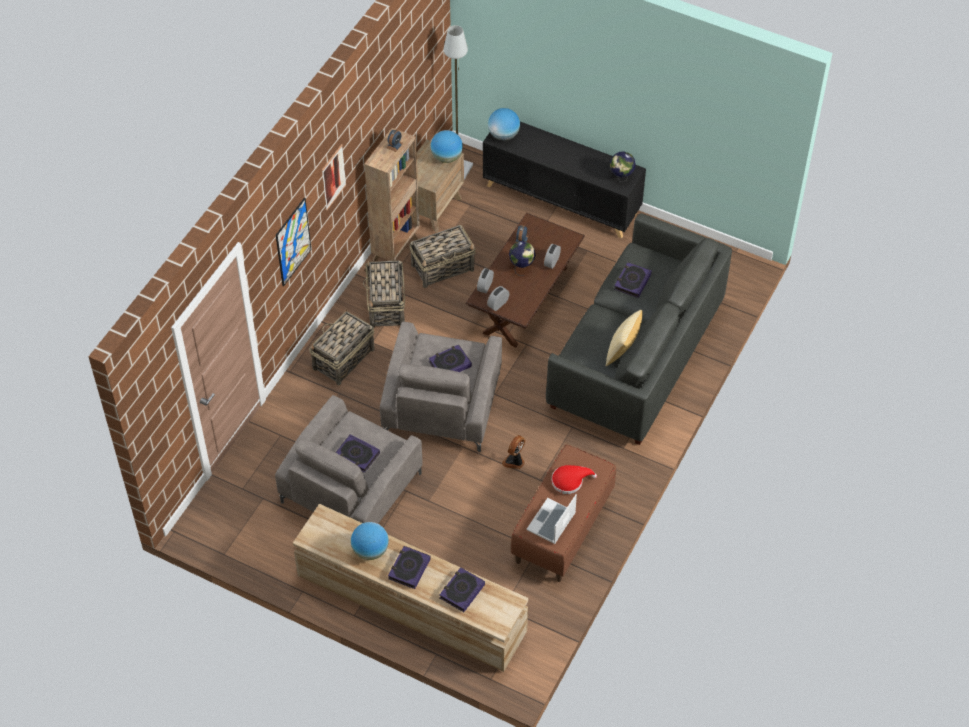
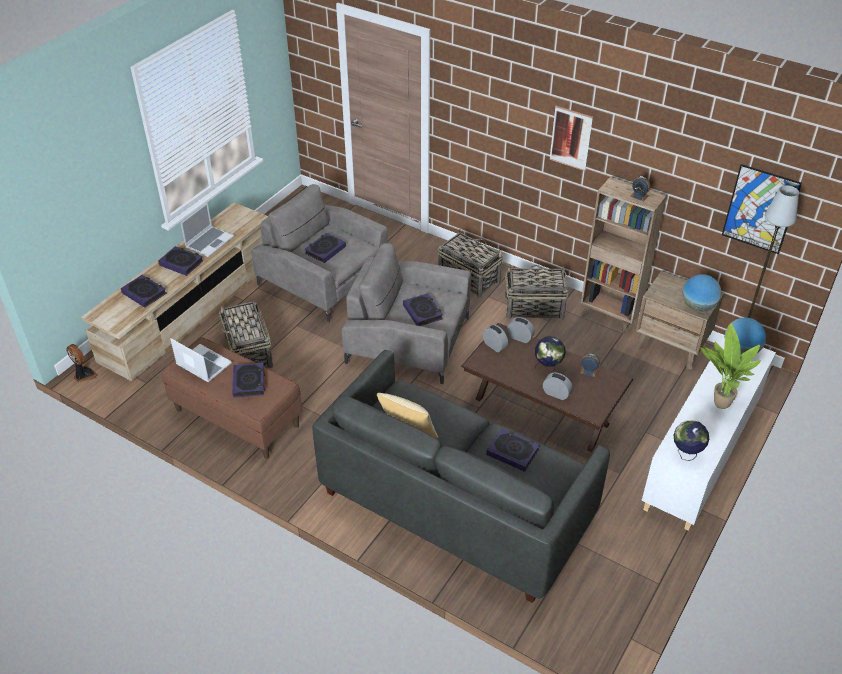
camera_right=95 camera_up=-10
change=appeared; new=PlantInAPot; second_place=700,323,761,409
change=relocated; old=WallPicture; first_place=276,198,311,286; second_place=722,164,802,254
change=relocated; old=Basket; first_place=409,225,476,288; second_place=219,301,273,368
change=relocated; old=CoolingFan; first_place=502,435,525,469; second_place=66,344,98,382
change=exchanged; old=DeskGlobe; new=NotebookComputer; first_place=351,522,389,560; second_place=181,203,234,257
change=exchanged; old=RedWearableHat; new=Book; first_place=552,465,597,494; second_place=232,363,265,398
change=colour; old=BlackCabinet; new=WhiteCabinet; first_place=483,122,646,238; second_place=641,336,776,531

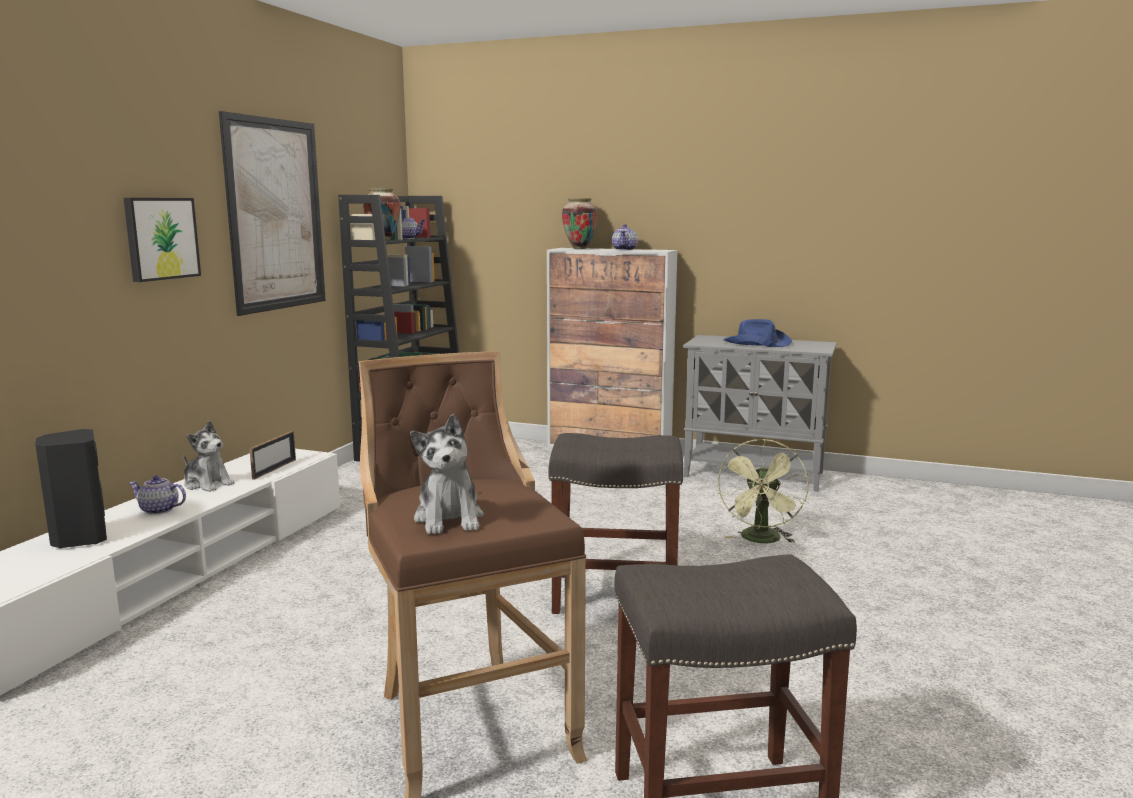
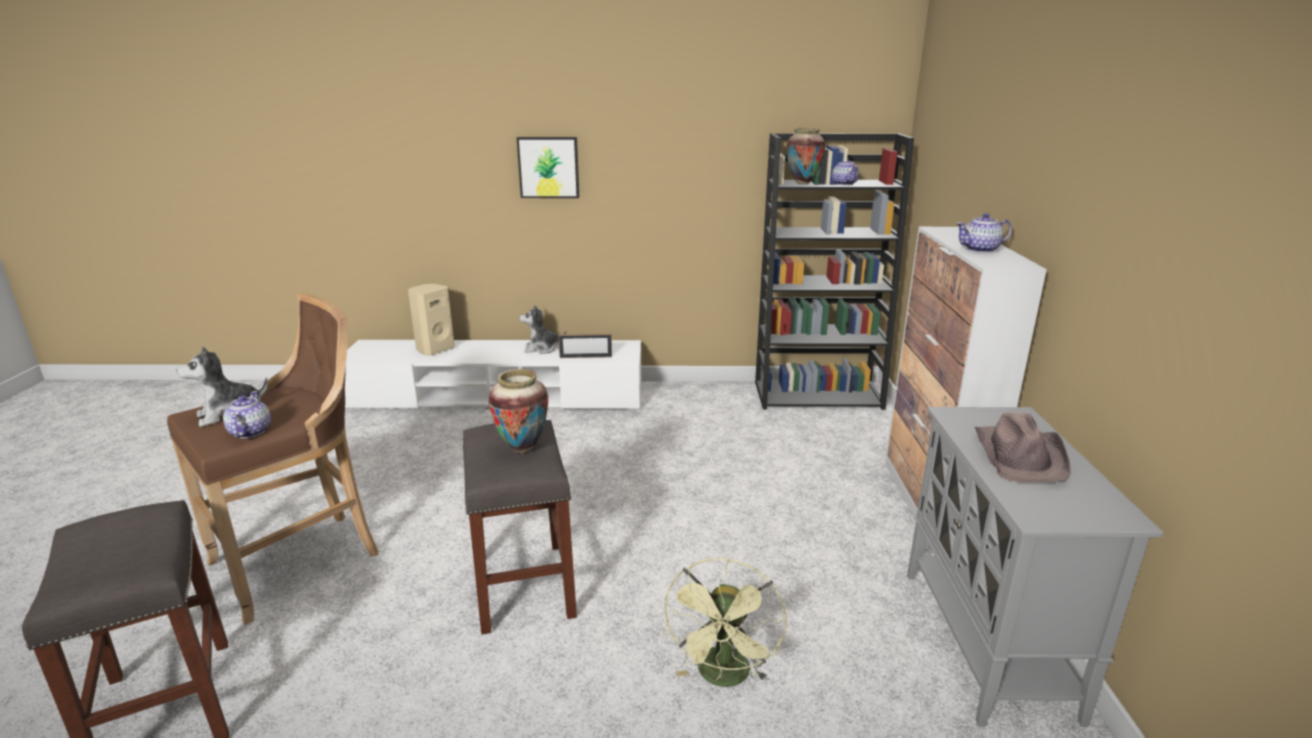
camera_right=70 camera_up=10
change=missing; old=WallPicture; first_place=219,111,326,316
change=relocated; old=TeaPot; first_place=129,475,186,515; second_place=223,391,271,438
change=relocated; old=DecorativeVase; first_place=562,198,598,249; second_place=489,369,548,453
change=colour; old=BlackAudioSpeaker; new=BeigeColouredAudioSpeaker; first_place=35,429,107,549; second_place=408,284,455,356
change=colour; old=BluishWearableHat; new=BrownishWearableHat; first_place=723,319,792,347; second_place=975,412,1070,483
change=spun; old=PlushToy; first_place=184,421,235,492; second_place=519,305,566,354; degrees=75
change=spun; old=GreenCoolingFan; first_place=718,439,809,543; second_place=663,558,787,687; degrees=-75

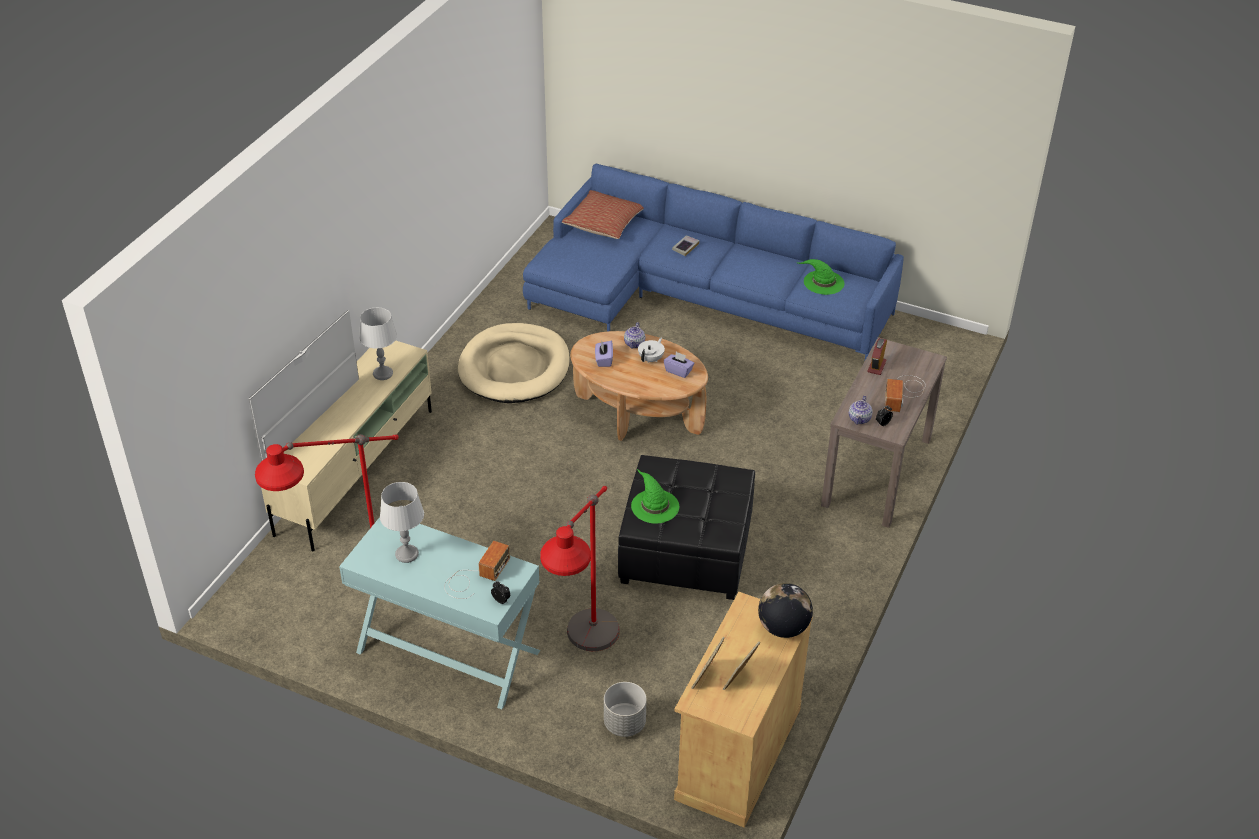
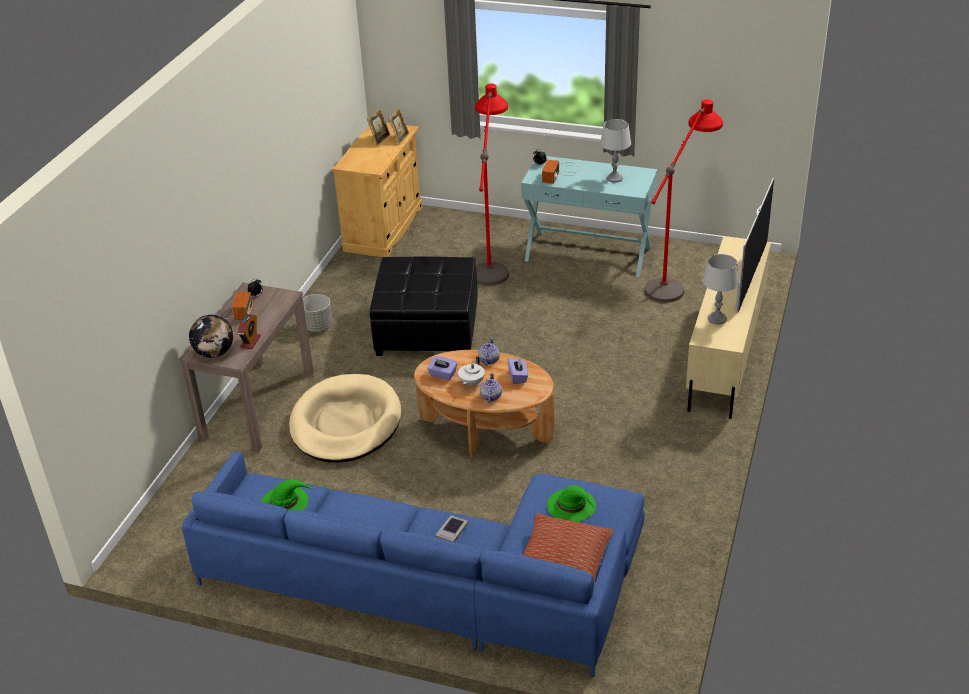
camera_right=175 camera_up=-5
change=relocated; old=BeigeColouredPetBed; first_place=458,323,570,403; second_place=289,374,401,463
change=relocated; old=GrayPlanter; first_place=604,682,647,737; second_place=303,294,333,332
change=relocated; old=GreenWearableHat; first_place=631,469,679,524; second_place=547,485,596,522
change=relocated; old=DeskGlobe; first_place=758,583,813,638; second_place=189,315,233,358
change=relocated; old=TeaPot; first_place=849,396,873,424; second_place=478,338,500,366

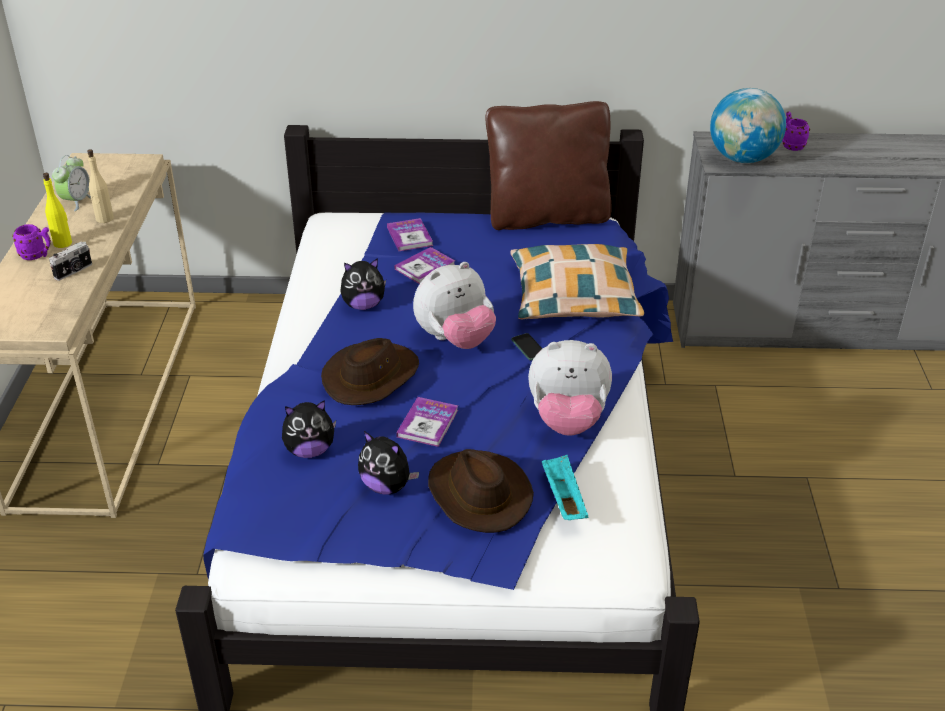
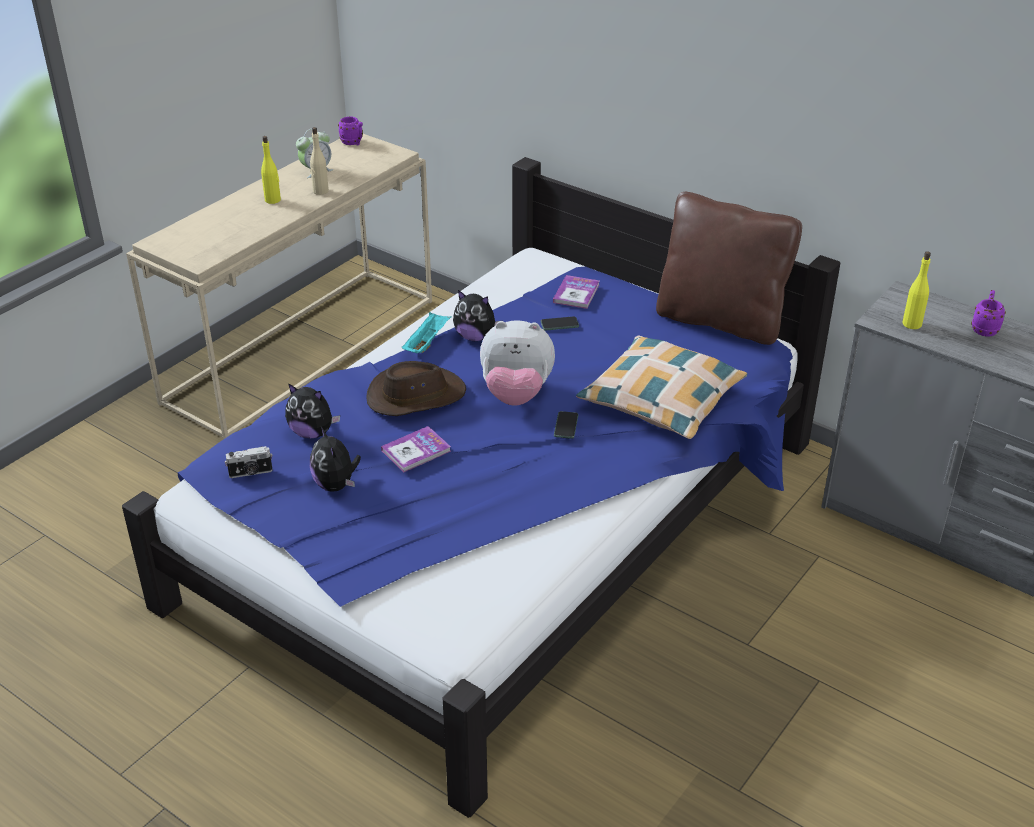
camera_right=35 camera_up=0
change=missing; old=BrownishWearableHat; first_place=428,449,534,533
change=missing; old=PlushToy; first_place=528,340,612,436
change=relocated; old=PurplishMug; first_place=12,224,51,260; second_place=338,116,363,146
change=relocated; old=PhotoCamera; first_place=49,241,92,281; second_place=225,446,273,478
change=relocated; old=BlueGreenTray; first_place=542,455,588,520; second_place=402,312,452,353
change=exchanged; old=Book; new=Phone; first_place=394,247,455,284; second_place=541,316,579,331
change=exchanged; old=DeskGlobe; new=YellowColouredBottle; first_place=710,88,786,163; second_place=903,251,931,329

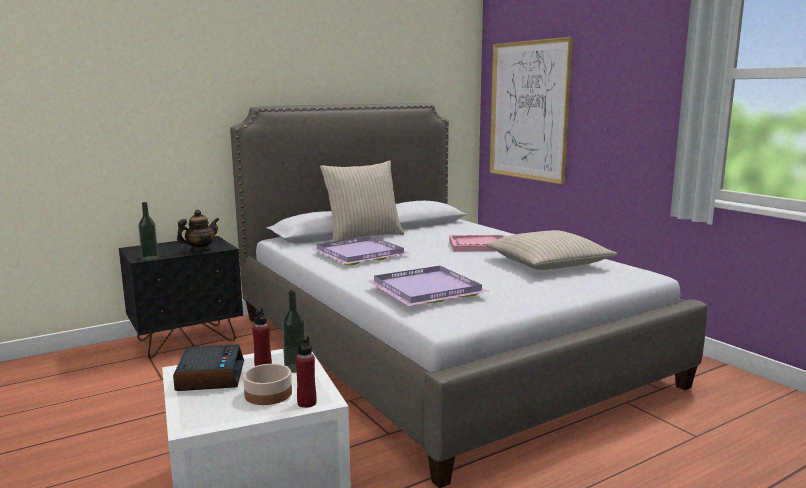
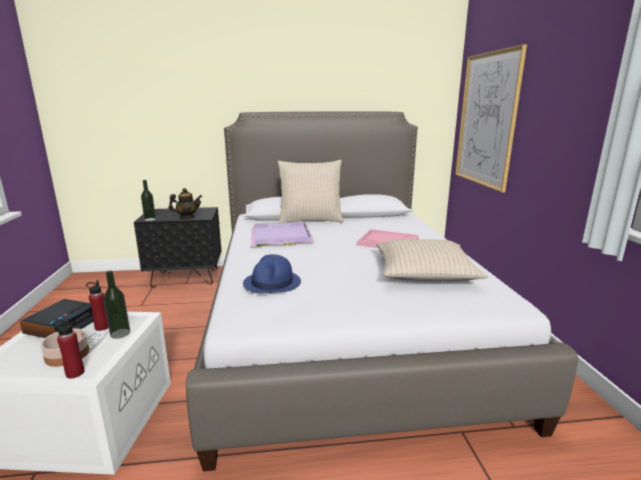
camera_right=25 camera_up=5
change=exchanged; old=PurplishTray; new=BluishWearableHat; first_place=368,266,489,306; second_place=243,254,301,294

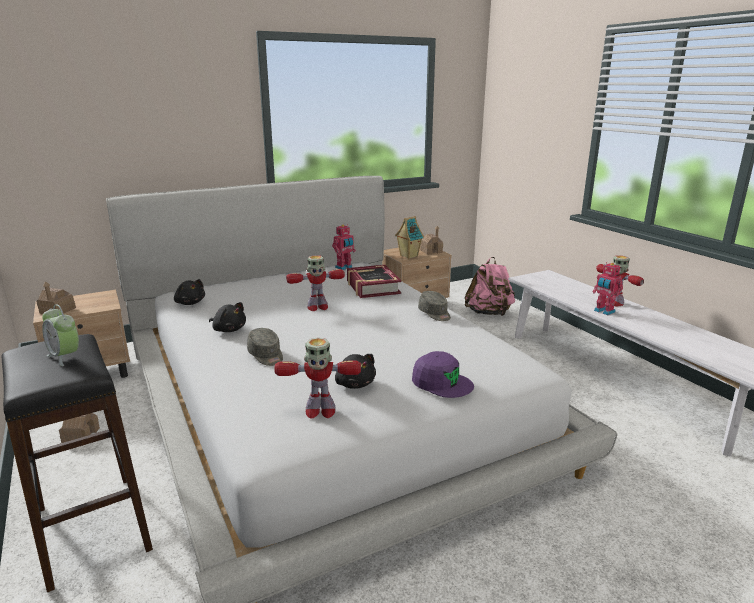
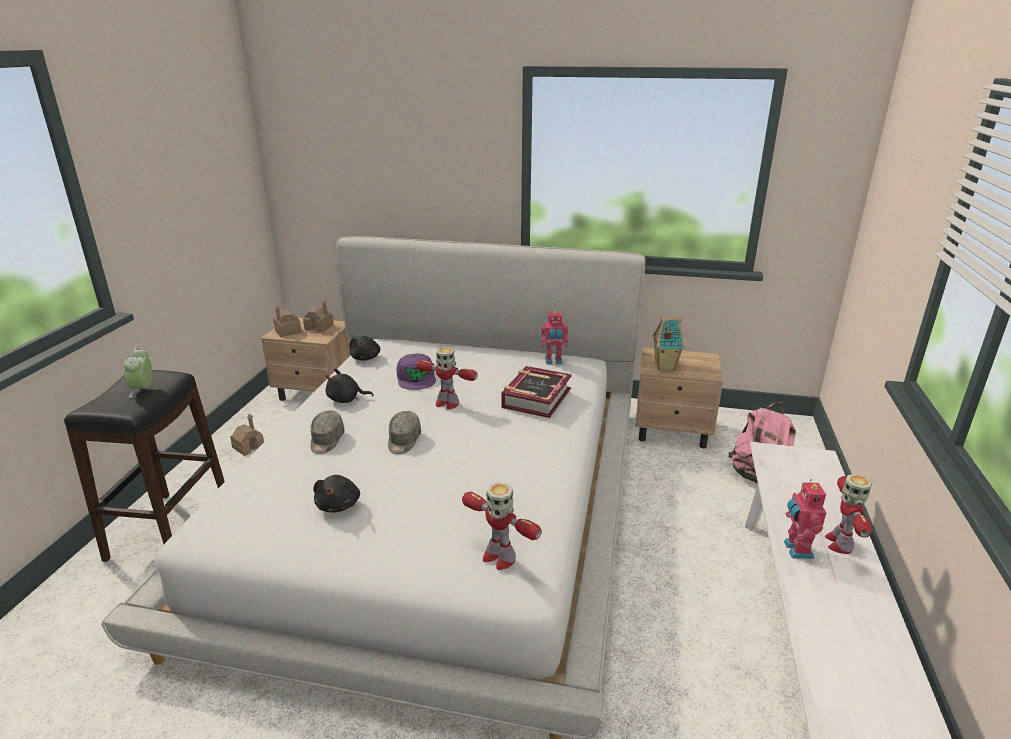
camera_right=40 camera_up=5
change=relocated; old=ModelRobot; first_place=274,338,361,419; second_place=462,482,542,570
change=relocated; old=PurplishCap; first_place=412,351,474,398; second_place=396,354,436,390
change=relocated; old=GrayCap; first_place=418,291,451,321; second_place=388,411,421,454
change=relocated; old=ModelHouse; first_place=420,226,443,255; second_place=303,299,334,332
change=spun; old=BlackPlushToy; first_place=209,302,246,332; second_place=325,369,374,403; degrees=105

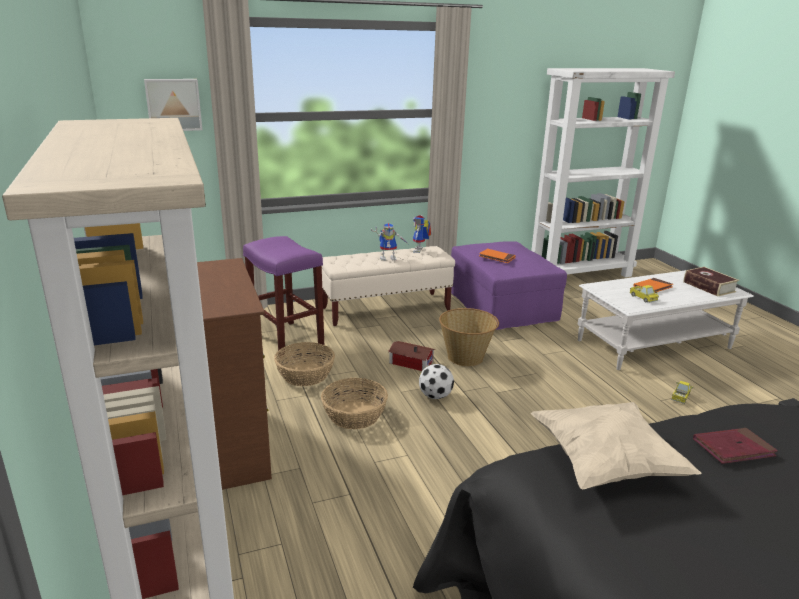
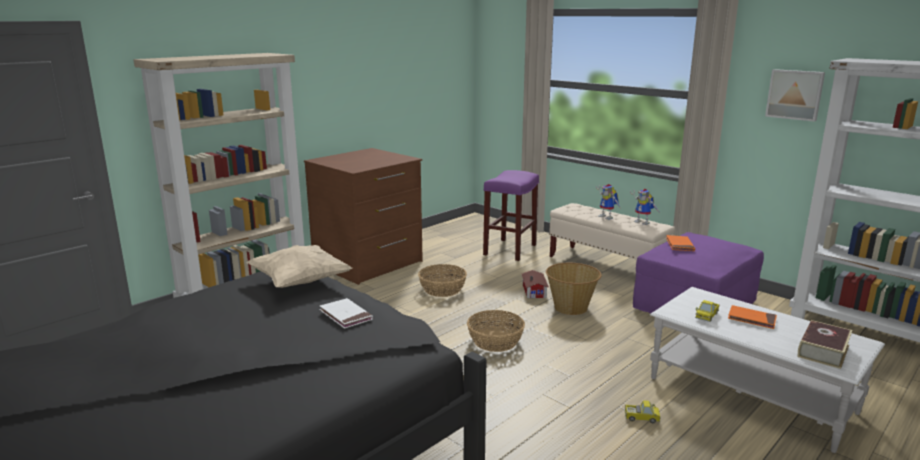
camera_right=65 camera_up=-5
change=missing; old=Football; first_place=419,364,454,399
change=relocated; old=WallPicture; first_place=144,79,202,131; second_place=765,69,825,122
change=relocated; old=Basket; first_place=274,342,335,386; second_place=467,310,525,352
change=colour; old=RedBook; new=WhiteBook; first_place=693,428,778,464; second_place=320,298,373,329
change=spun; old=ModelRobot; first_place=412,215,431,253; second_place=630,189,660,225; degrees=-120

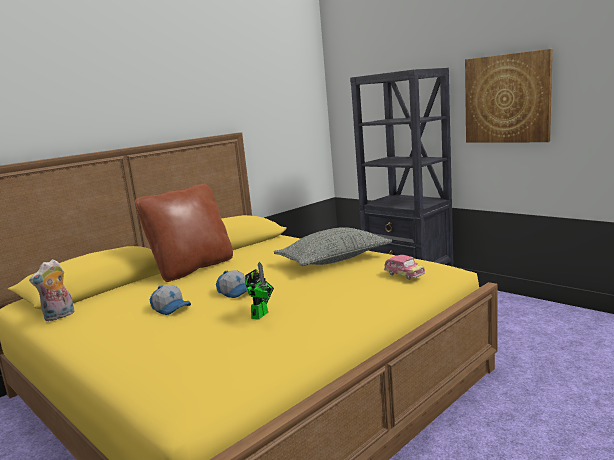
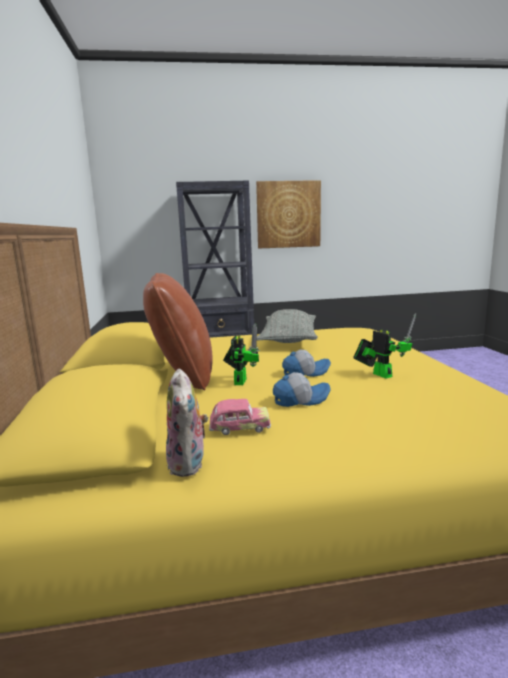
camera_right=-55 camera_up=0
change=appeared; new=ModelRobot; second_place=223,323,260,385
change=relocated; old=ToyCar; first_place=384,255,425,280; second_place=209,399,271,435

